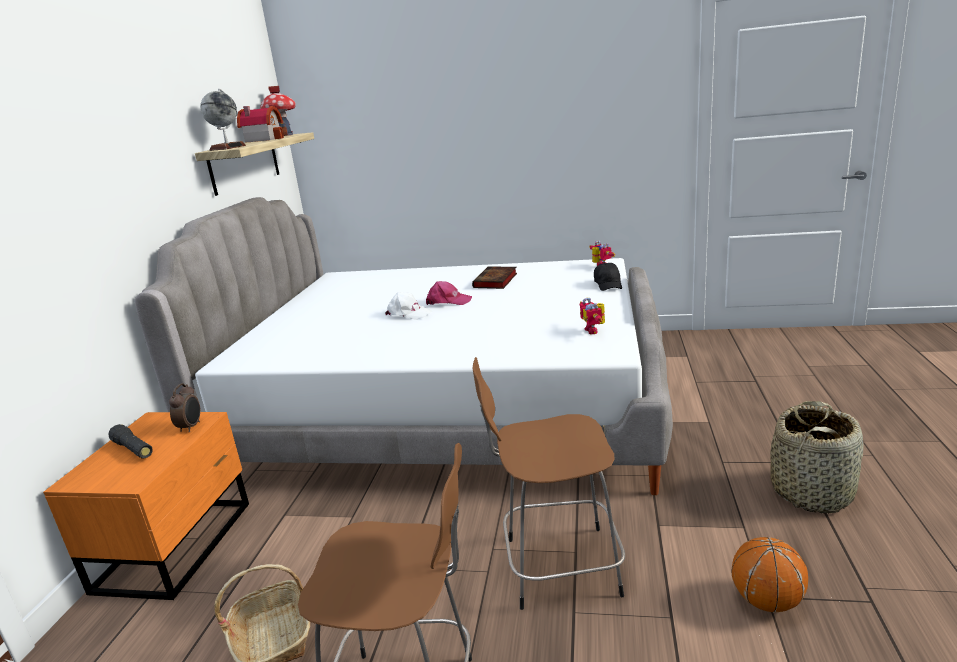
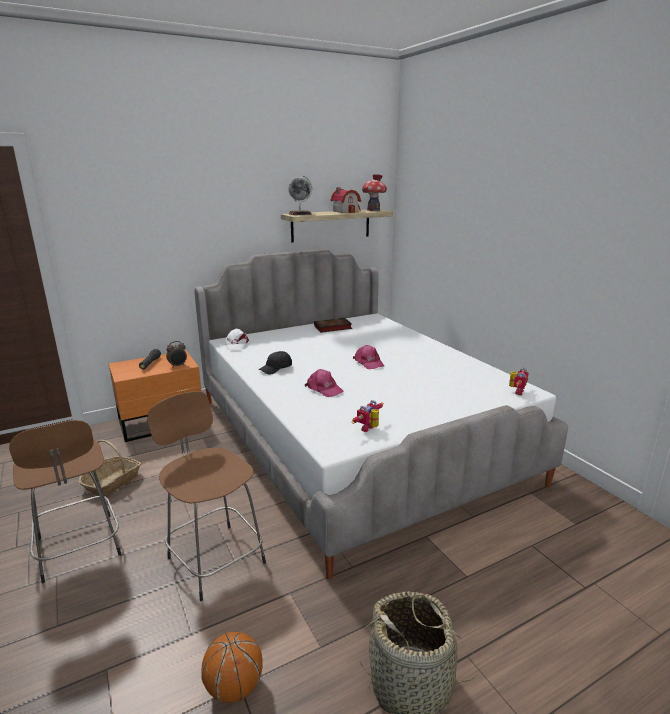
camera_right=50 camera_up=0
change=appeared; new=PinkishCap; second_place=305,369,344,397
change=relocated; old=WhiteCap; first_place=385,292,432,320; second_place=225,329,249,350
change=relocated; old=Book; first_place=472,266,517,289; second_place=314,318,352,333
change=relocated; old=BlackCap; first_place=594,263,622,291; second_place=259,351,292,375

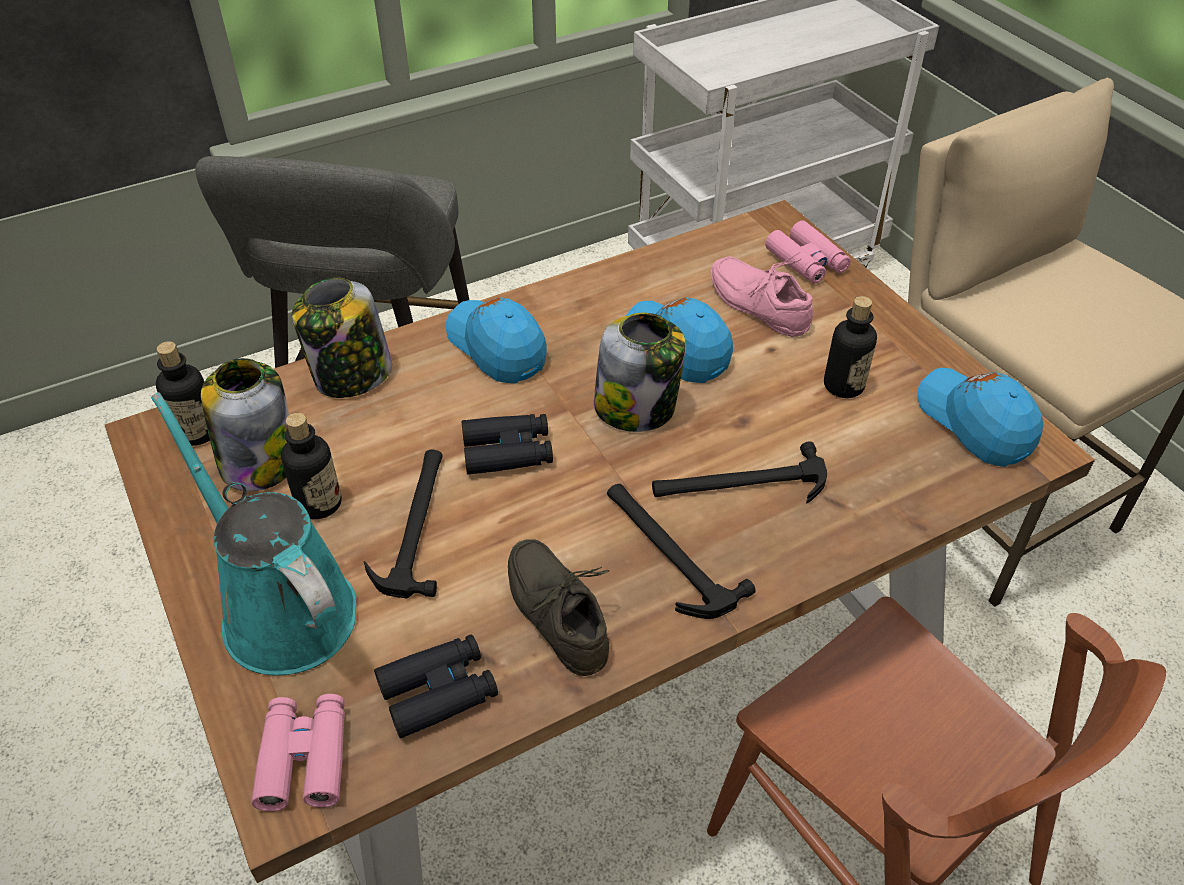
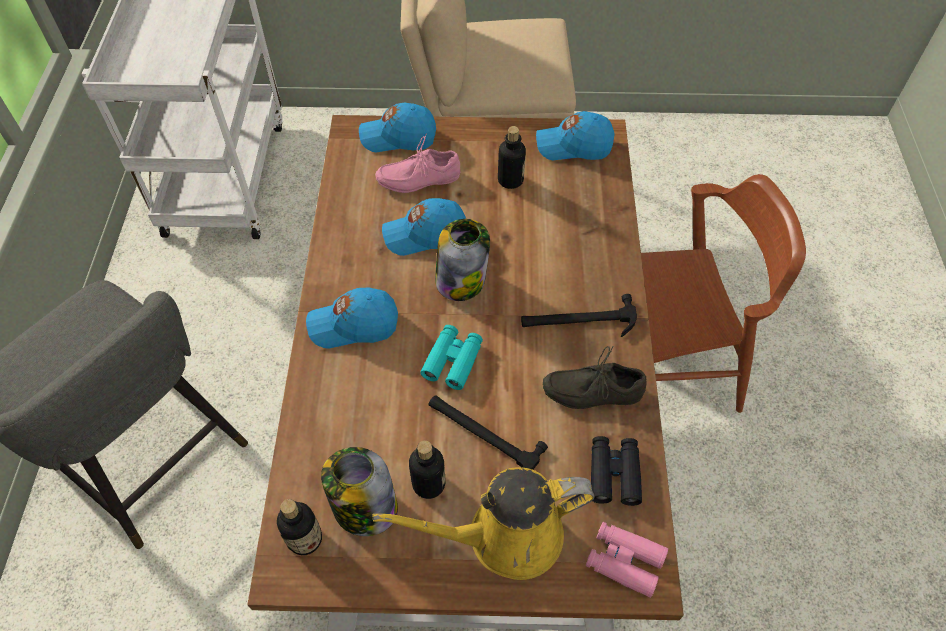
camera_right=-60 camera_up=10
change=missing; old=PreserveJar; first_place=292,278,392,398
change=missing; old=HandHammer; first_place=652,441,827,504
change=exchanged; old=PinkishBinoculars; new=BluishCap; first_place=765,220,851,283; second_place=359,103,436,152
change=colour; old=BlueGreenSprinklingCan; new=YellowColouredSprinklingCan; first_place=151,392,356,676; second_place=372,467,595,580
change=colour; old=BlackBinoculars; new=BlueGreenBinoculars; first_place=461,414,553,475; second_place=420,325,483,390

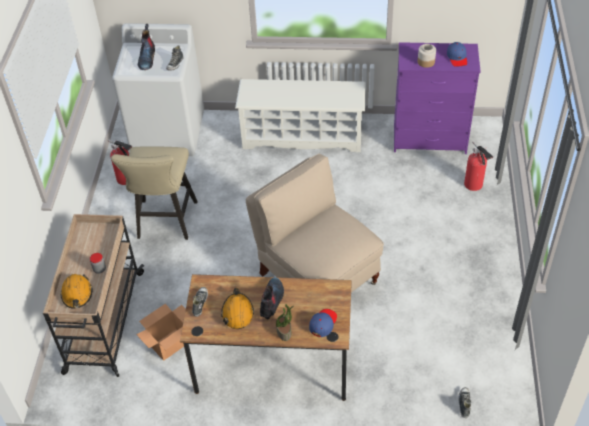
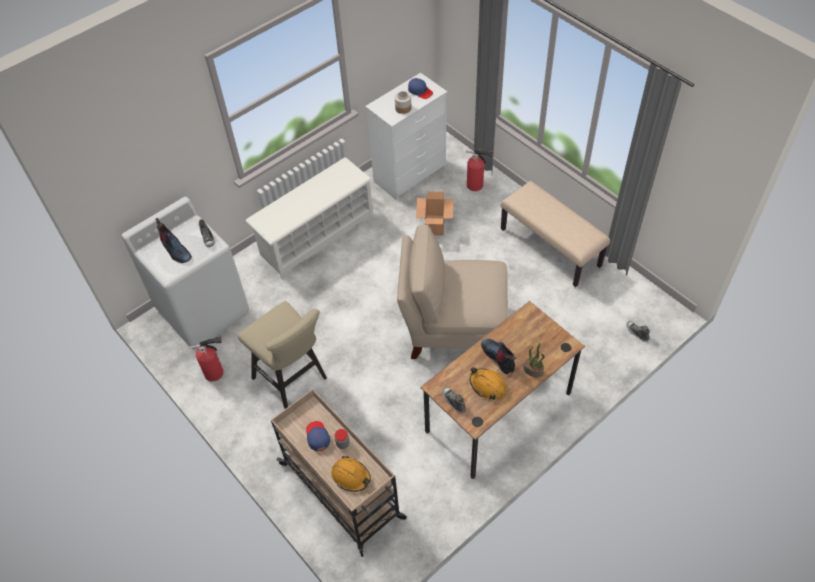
camera_right=-45 camera_up=5
change=appeared; new=BeigeColouredBench; second_place=501,181,610,287
change=relocated; old=PackingBox; first_place=136,304,186,360; second_place=416,191,454,236
change=relocated; old=BluishCap; first_place=309,309,337,337; second_place=306,421,330,451
change=colour; old=PurplishChestOfDrawers; new=WhiteChestOfDrawers; first_place=394,42,481,154; second_place=365,73,447,201

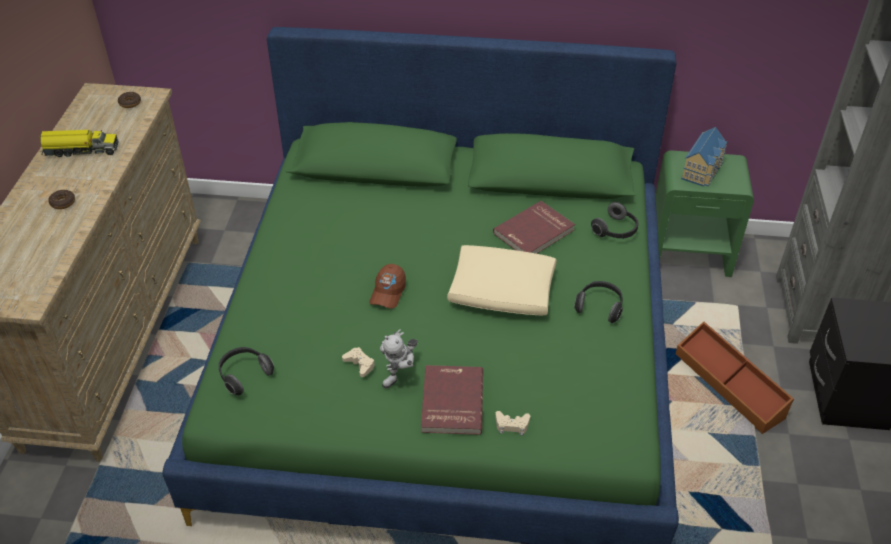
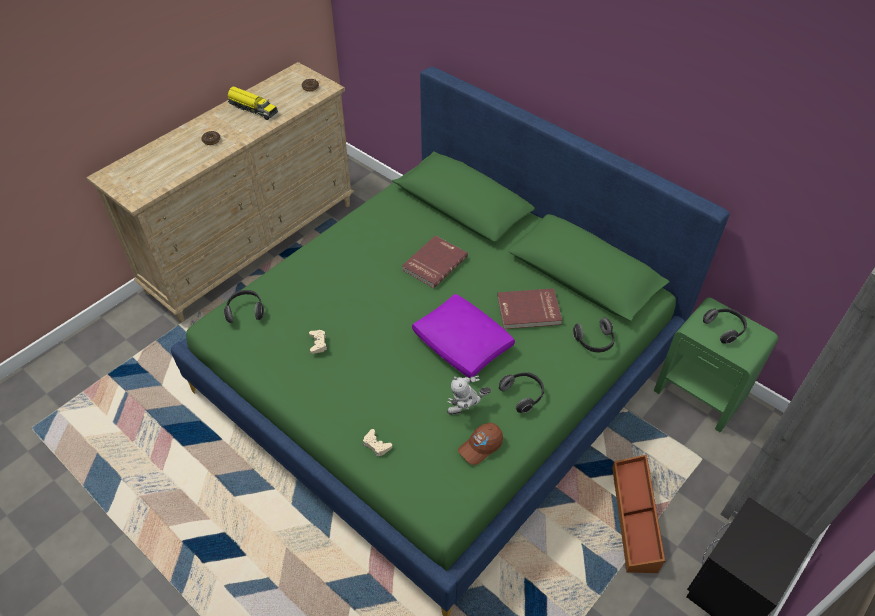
camera_right=35 camera_up=5
change=relocated; old=BrownishCap; first_place=369,264,406,309; second_place=458,423,503,465
change=relocated; old=ModelRobot; first_place=380,329,418,388; second_place=447,376,492,415
change=relocated; old=RedBook; first_place=421,365,483,435; second_place=402,235,468,288
change=exchanged; old=ModelHouse; new=Headset; first_place=681,127,728,186; second_place=703,308,747,344
change=colour; old=BeigeColouredCushion; new=PurplishCushion; first_place=447,245,557,315; second_place=412,294,515,378

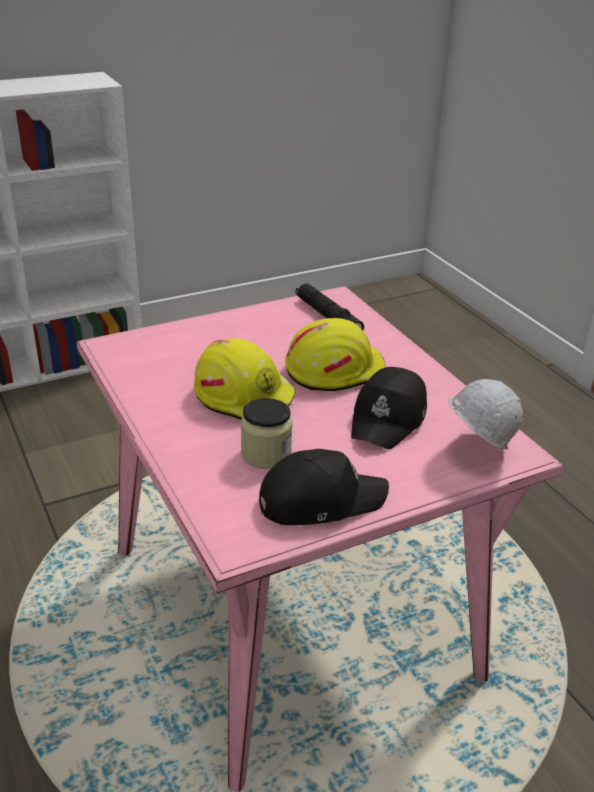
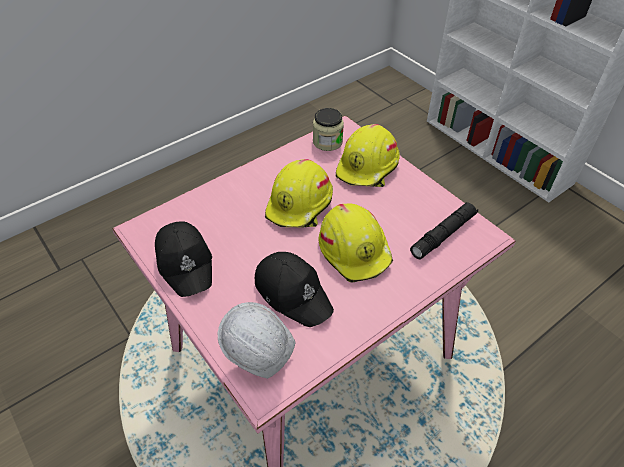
camera_right=80 camera_up=15
change=appeared; new=YellowColouredWorkHelmet; second_place=336,124,400,187
change=relocated; old=PreserveJar; first_place=241,398,293,469; second_place=313,108,344,151
change=spun; old=BlackCap; first_place=351,367,427,449; second_place=255,252,334,327; degrees=-150

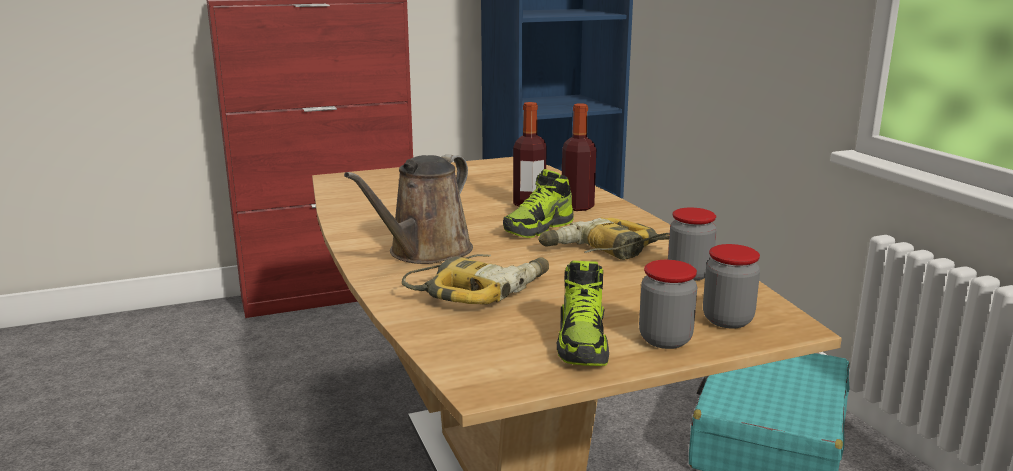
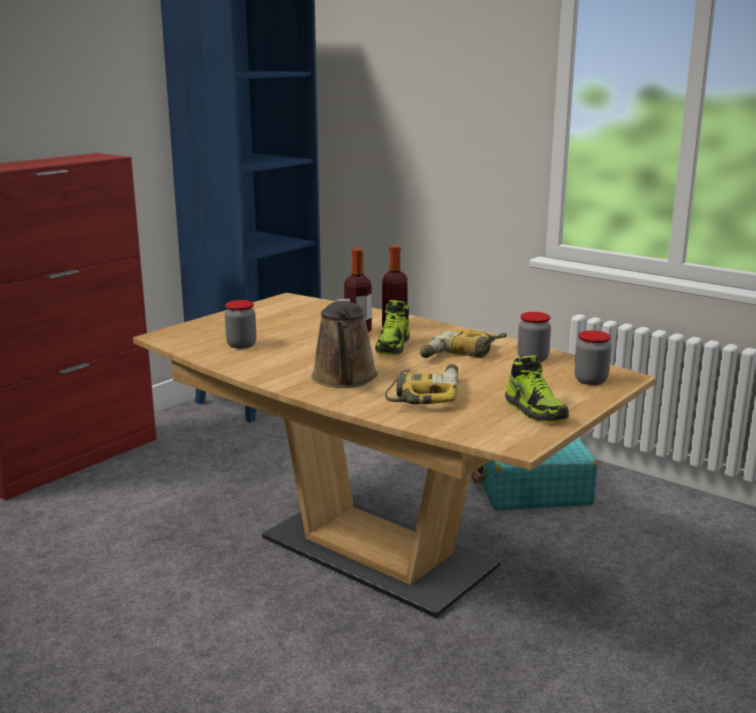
camera_right=-30 camera_up=0
change=relocated; old=PreserveJar; first_place=639,260,697,349; second_place=225,300,256,349

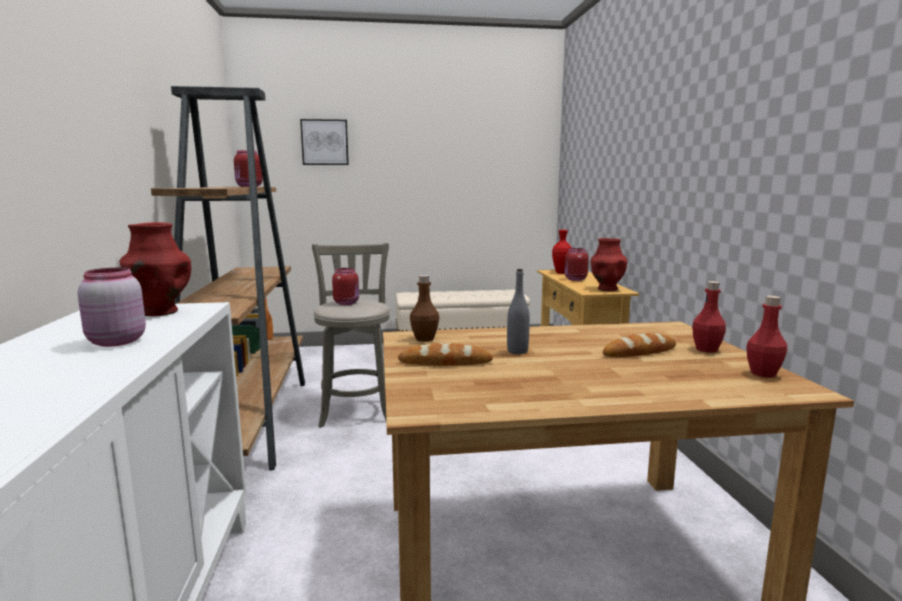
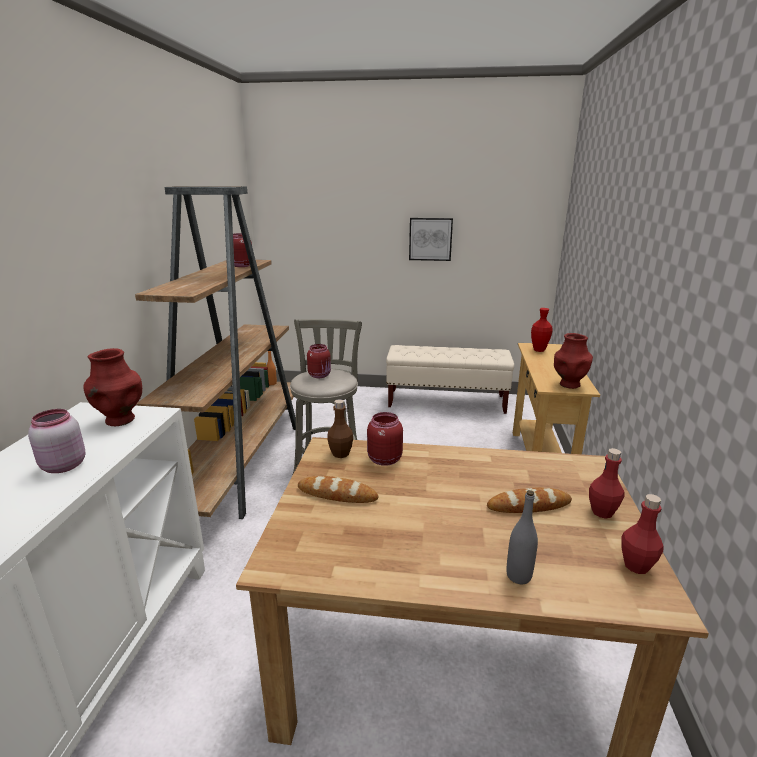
camera_right=15 camera_up=10
change=relocated; old=WallPicture; first_place=300,119,349,165; second_place=409,218,453,261
change=relocated; old=GrayBottle; first_place=507,269,530,354; second_place=506,490,538,584
change=relocated; old=RedPreserveJar; first_place=564,248,589,281; second_place=367,412,403,466

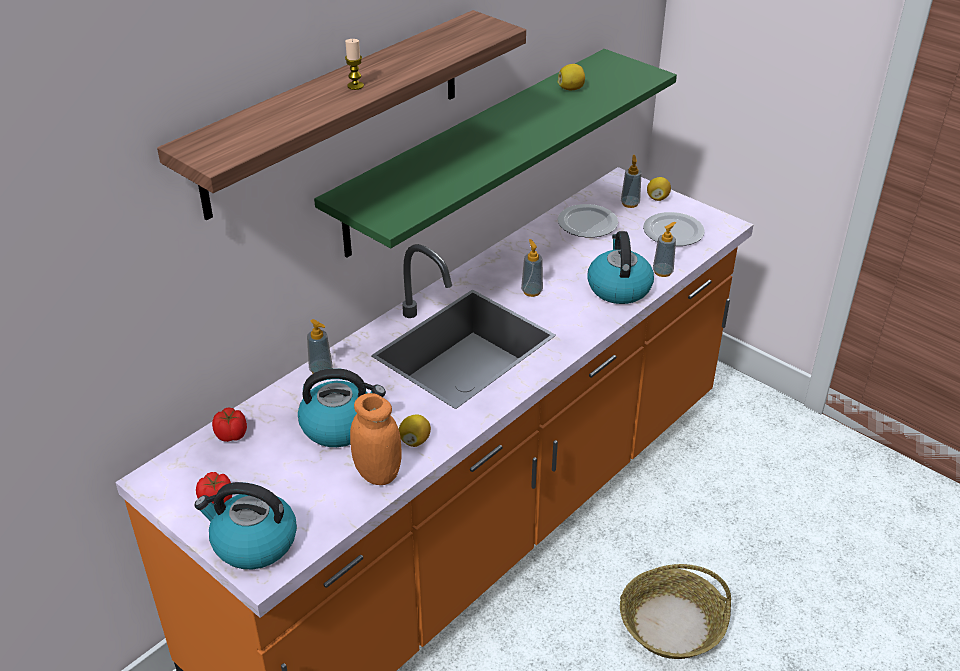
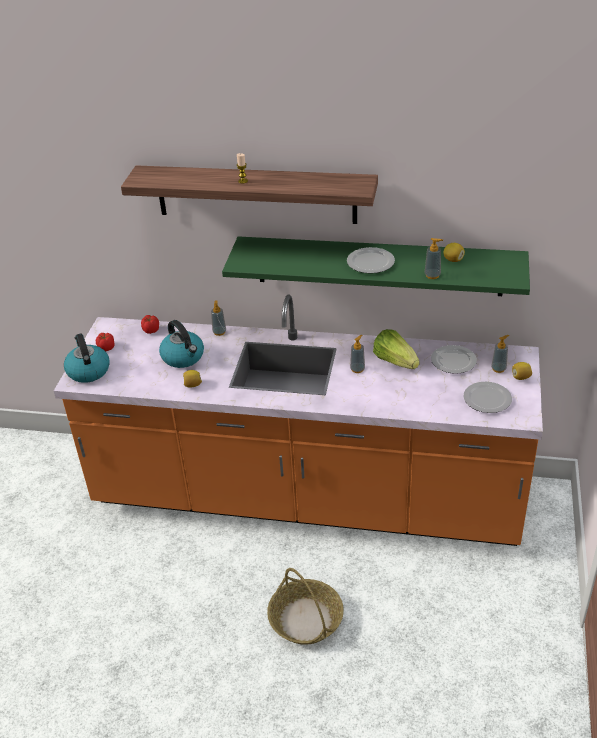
camera_right=60 camera_up=0
change=missing; old=OrangePreserveJar; first_place=350,393,402,485
change=missing; old=TeaKettle; first_place=587,231,654,304
change=appeared; new=DinnerPlate; second_place=347,247,395,274
change=appeared; new=HeadOfLettuce; second_place=373,329,420,369
change=relocated; old=SoapDispenser; first_place=653,222,676,277; second_place=425,238,443,279

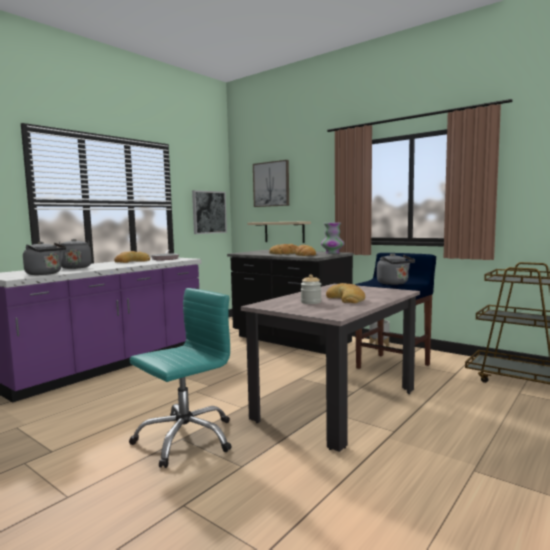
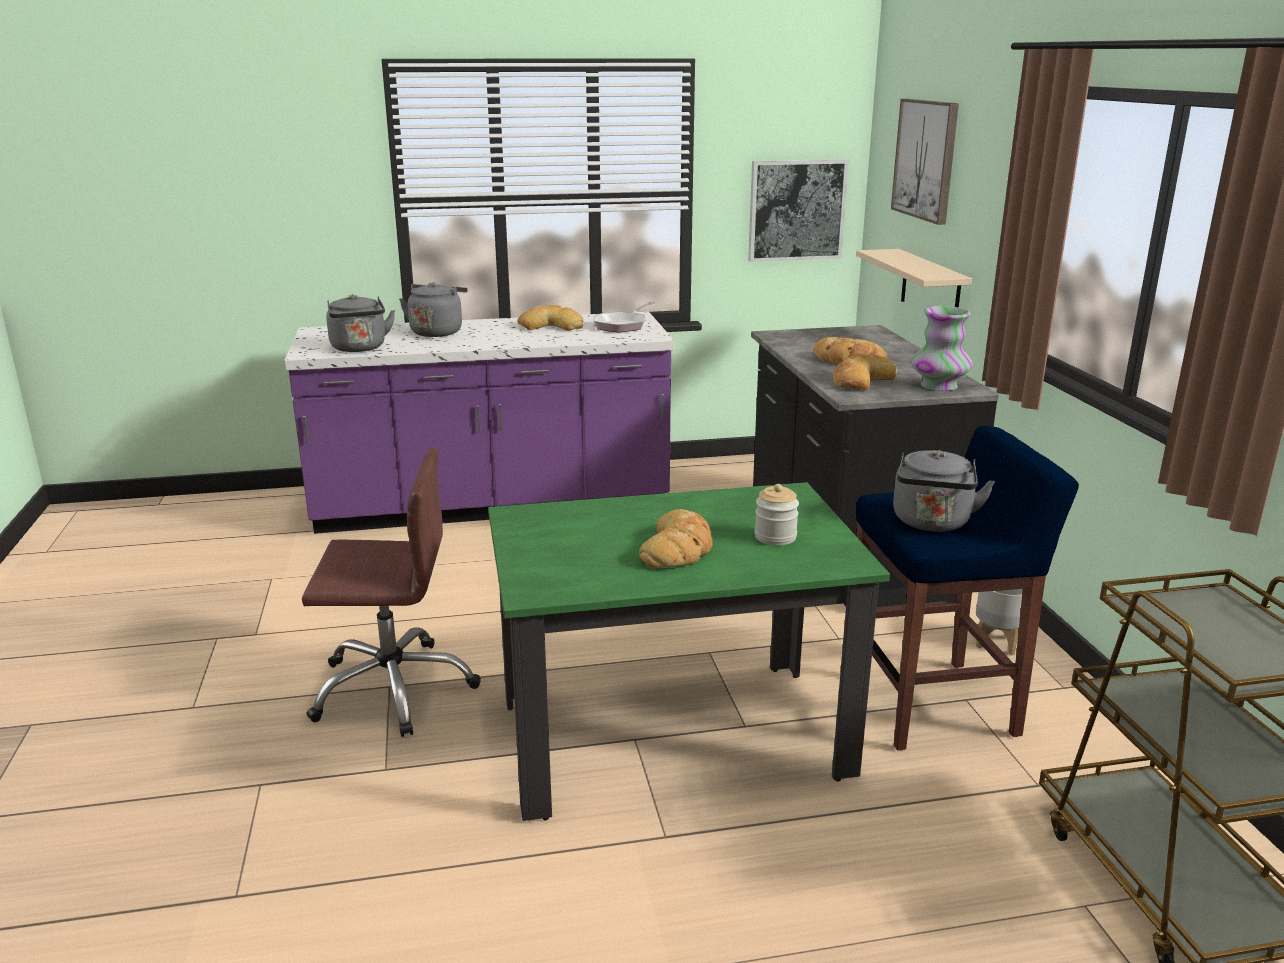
camera_right=40 camera_up=15
change=relocated; old=PreserveJar; first_place=301,274,322,304; second_place=755,484,799,545
change=colour; old=BlueGreenComputerChair; new=BrownishComputerChair; first_place=129,288,232,468; second_place=302,447,481,737
change=colour; old=BeigeColouredDinnerTable; new=GreenDinnerTable; first_place=241,283,420,452; second_place=488,482,890,821

